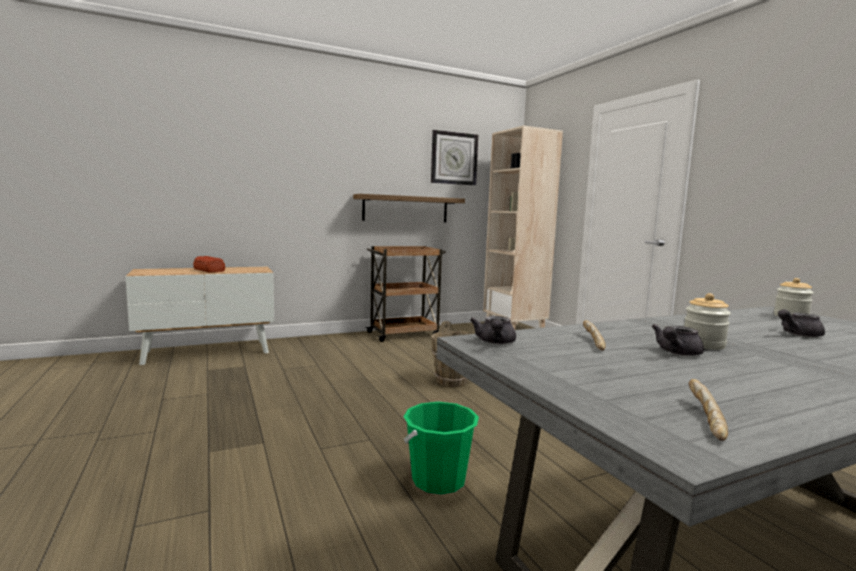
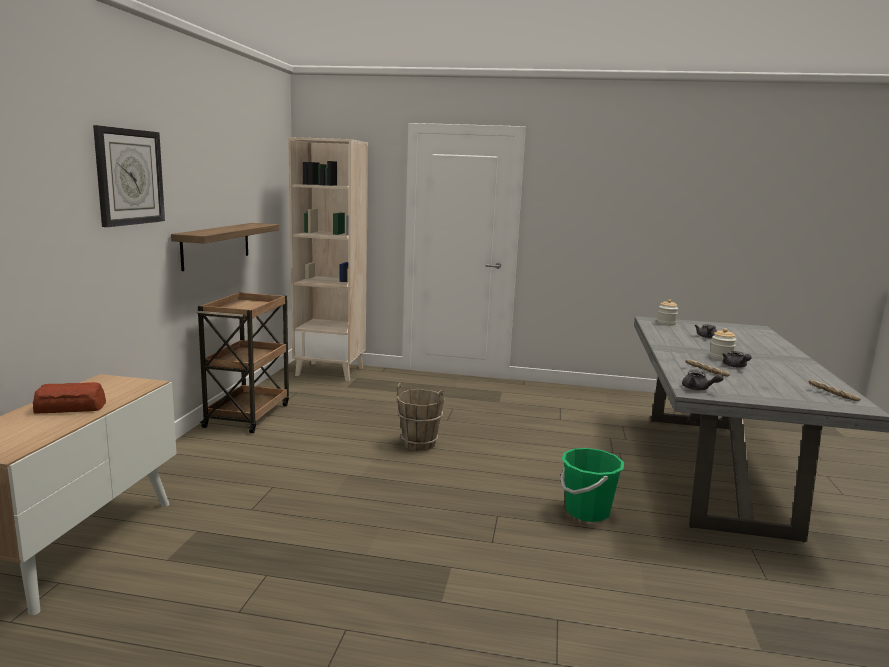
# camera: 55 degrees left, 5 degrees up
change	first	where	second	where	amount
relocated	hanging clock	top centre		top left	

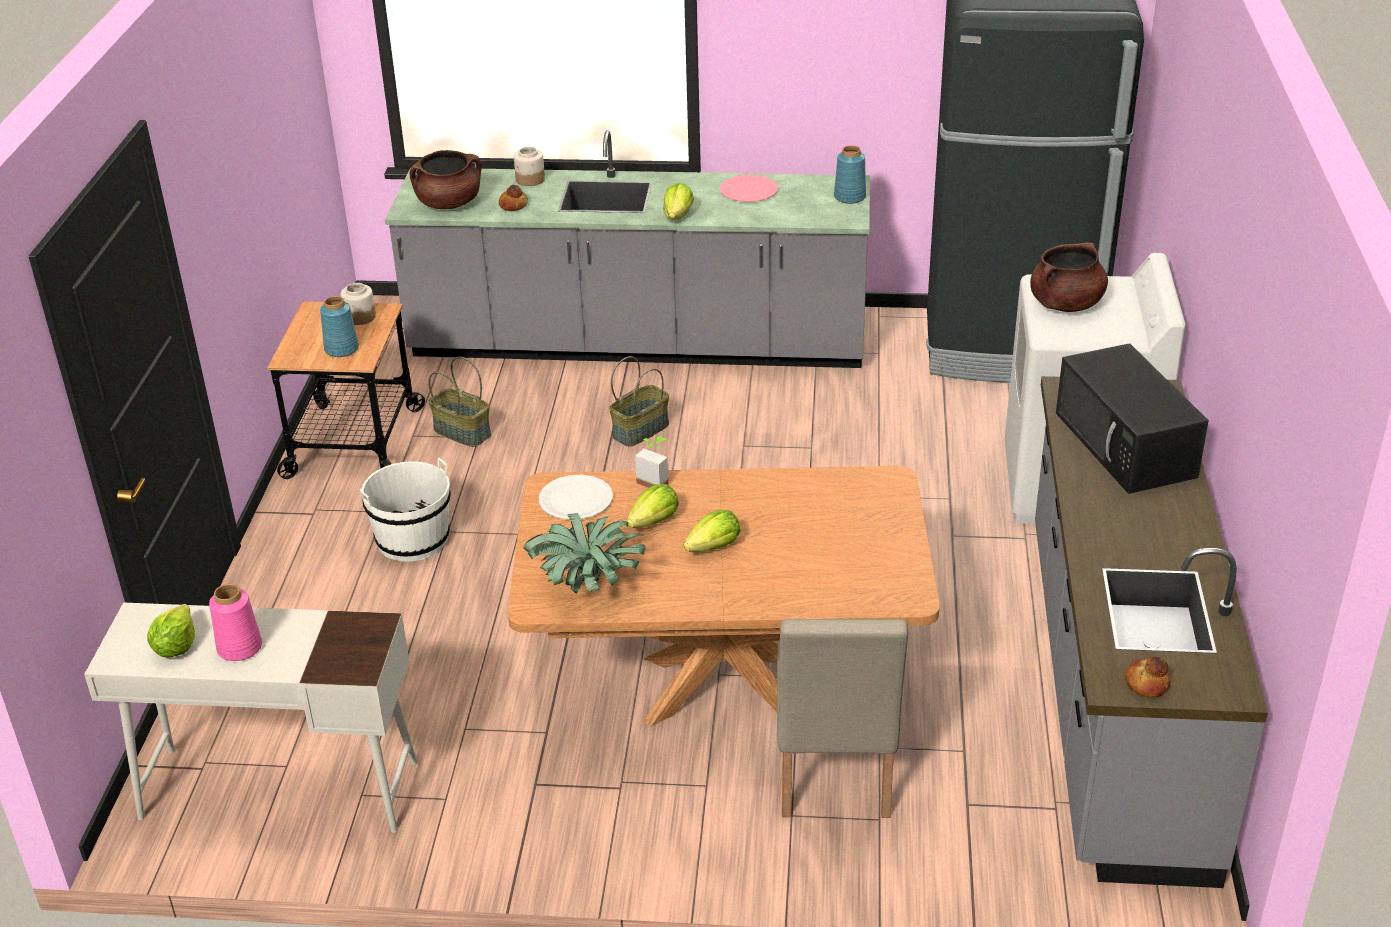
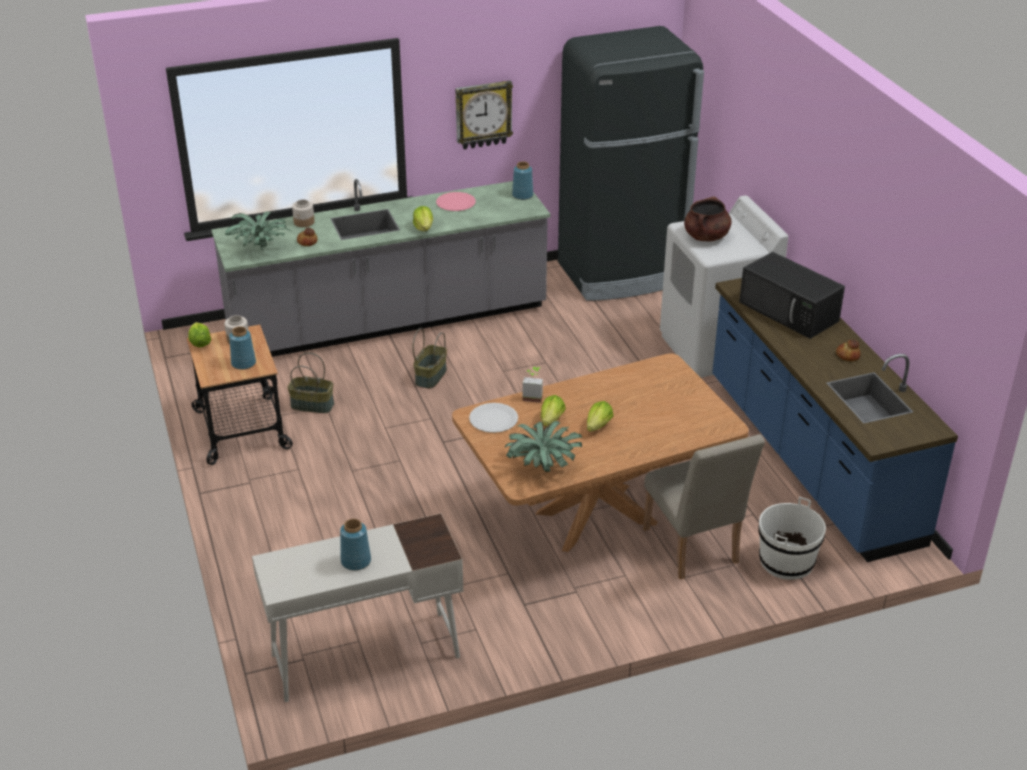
# camera: 25 degrees left, 0 degrees up
change	first	where	second	where	amount
relocated	lettuce head (no. 1 from left)	bottom left		middle left	
colour	pinkish vase	bottom left	bluish vase (no. 2 from left)	bottom centre	
relocated	white-coloured water bucket	middle left		bottom right	
exchanged	brownish stockpot (no. 1 from left)	top left	houseplant (no. 1 from left)	top left	
colour	gray kitchen base unit (no. 2 from left)	bottom right	bluish kitchen base unit	middle right	
relocated	baked bread (no. 2 from left)	bottom right		middle right	
appeared			hanging clock	top centre	

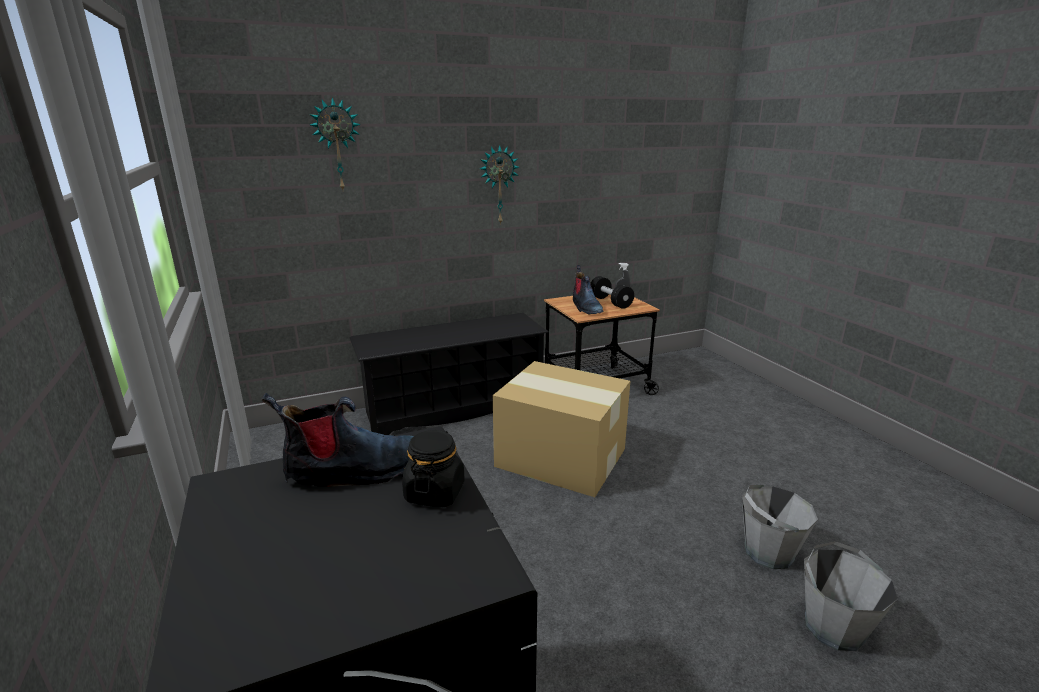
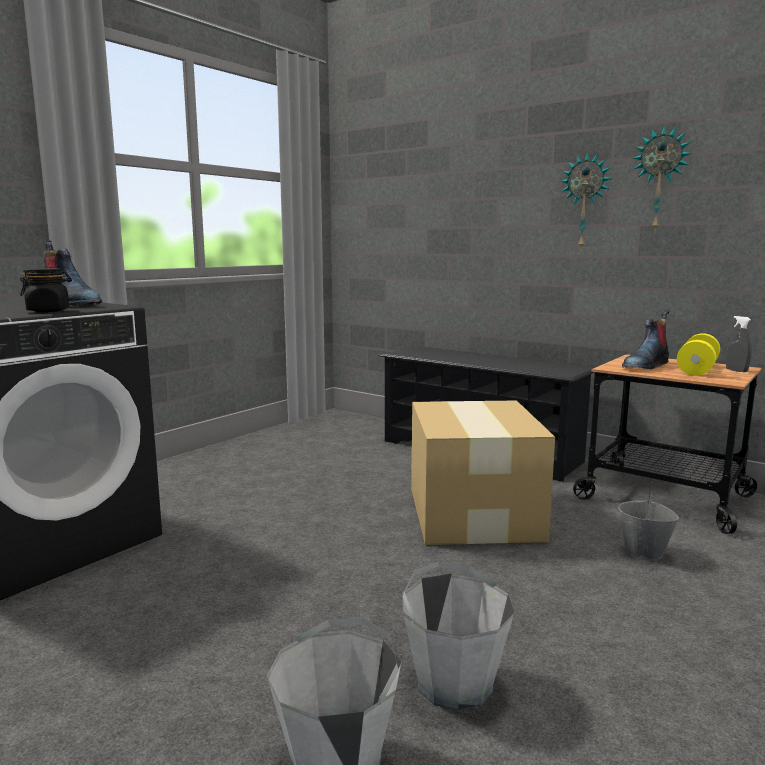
# camera: 60 degrees right, 10 degrees down
change	first	where	second	where	amount
relocated	hanging clock (no. 1 from left in the first image)	top left	hanging clock (no. 2 from left)	top right	
colour	black free weight	centre	yellowish free weight	middle right	
appeared			gray water bucket (no. 3 from left)	bottom right	

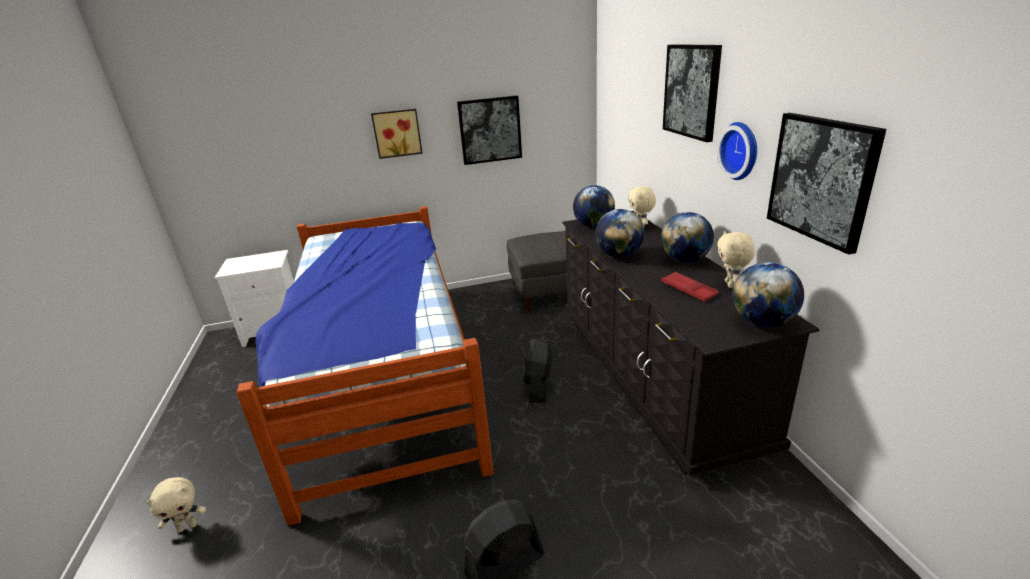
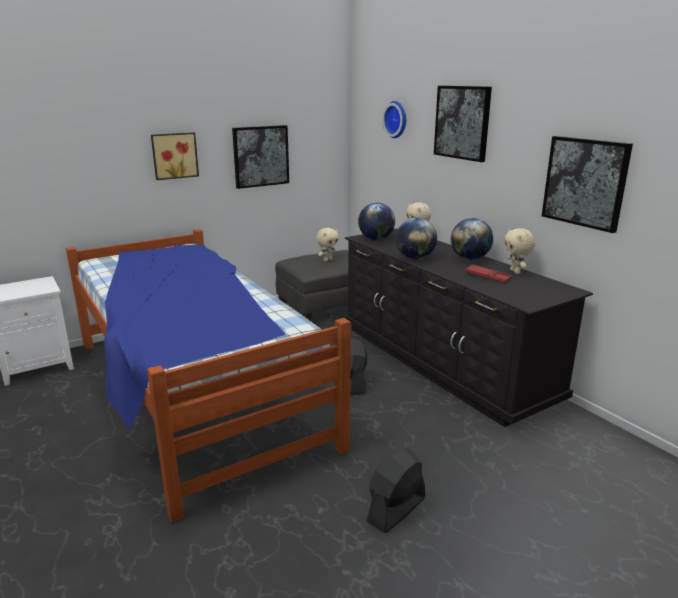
# camera: 20 degrees left, 5 degrees down
change	first	where	second	where	amount
relocated	beige-coloured soft toy (no. 1 from left)	bottom left		centre	
relocated	hanging clock	top right		top centre	
missing	desk globe (no. 4 from left)	middle right			

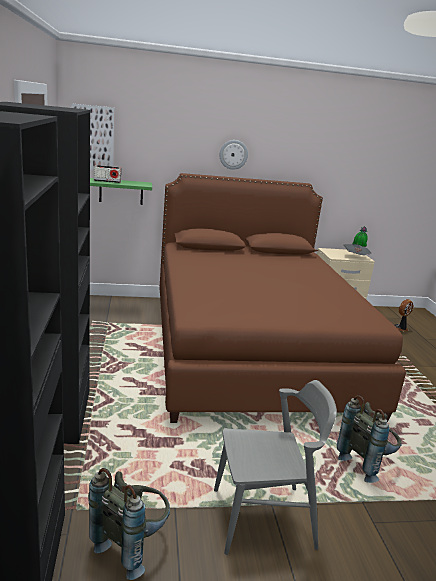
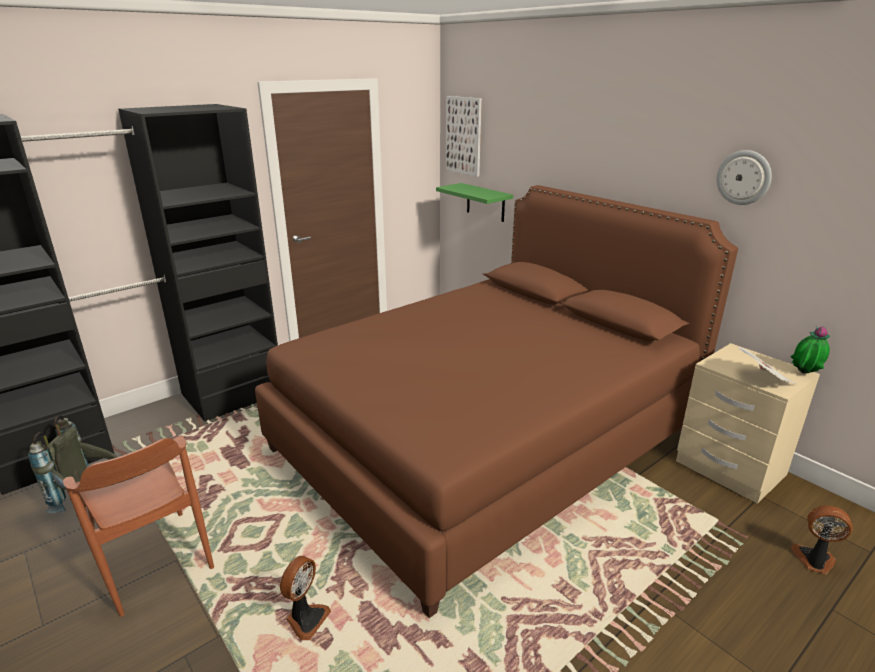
# camera: 60 degrees right, 5 degrees up
change	first	where	second	where	amount
missing	radio	top left			
colour	gray chair	bottom centre	brownish chair	bottom left	
relocated	hanging clock	top centre		top right	
exchanged	gray rucksack (no. 2 from left)	bottom right	fan (no. 1 from left)	bottom centre	

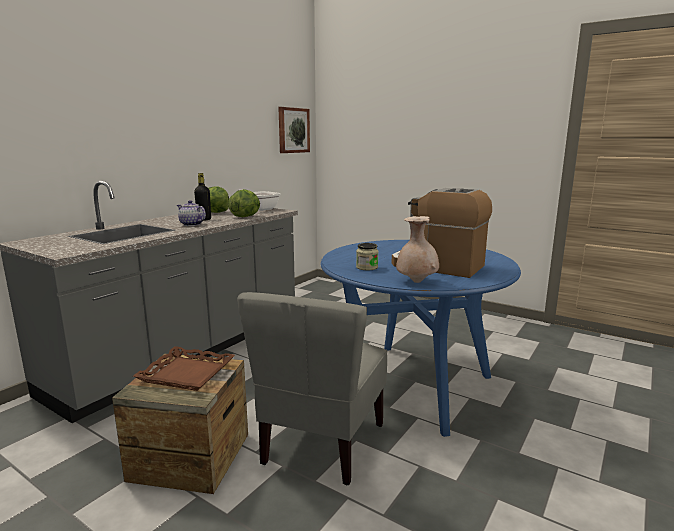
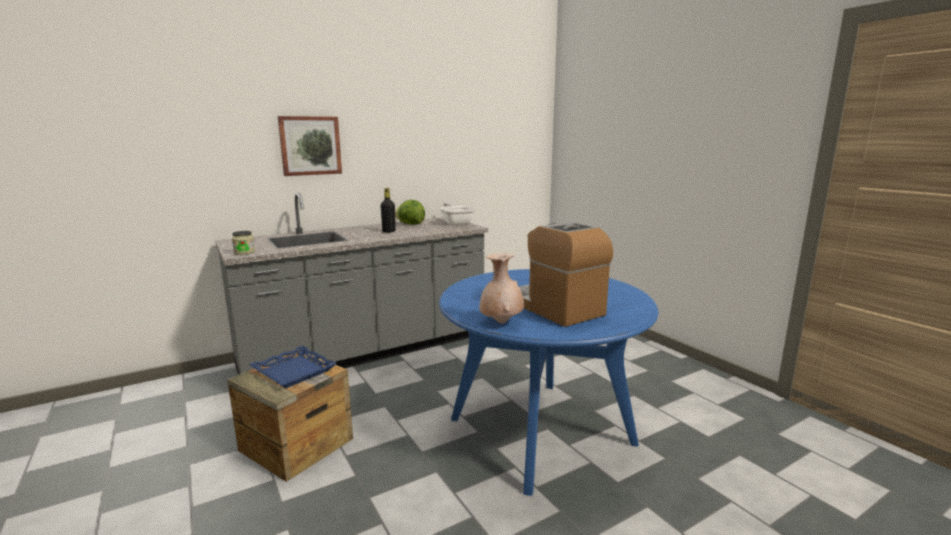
# camera: 25 degrees right, 0 degrees up
change	first	where	second	where	amount
colour	brownish serving tray	bottom left	bluish serving tray	bottom left	
missing	tea pot	middle left			
missing	lettuce head (no. 2 from left)	centre			
missing	gray chair	bottom centre			
relocated	wall picture	top centre		top left	
relocated	jar	centre		middle left	

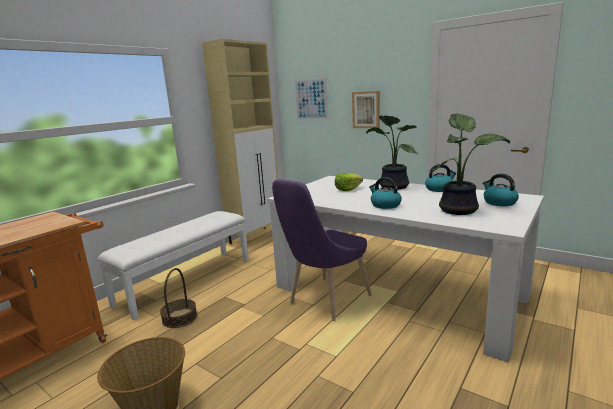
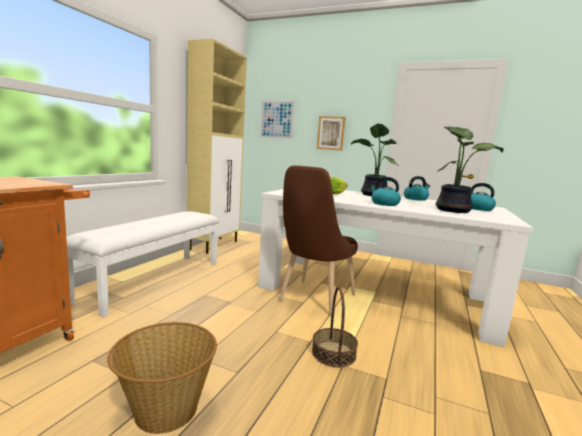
# camera: 15 degrees left, 5 degrees down
change	first	where	second	where	amount
relocated	storage basket (no. 2 from left)	bottom left		bottom centre	
colour	purplish chair	centre	brownish chair	centre	

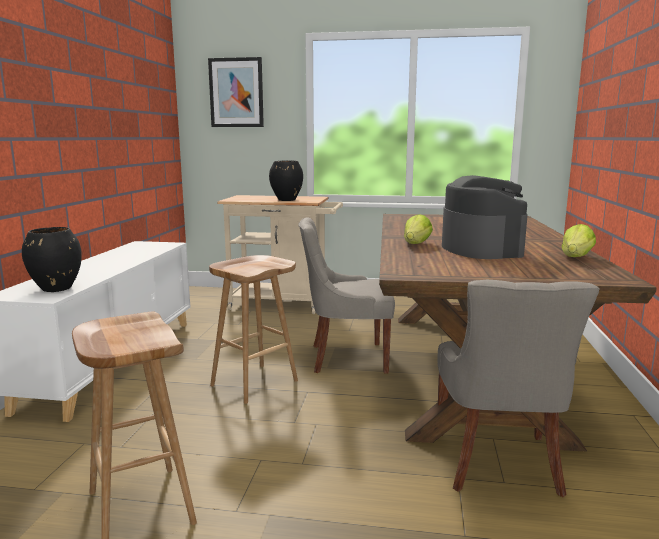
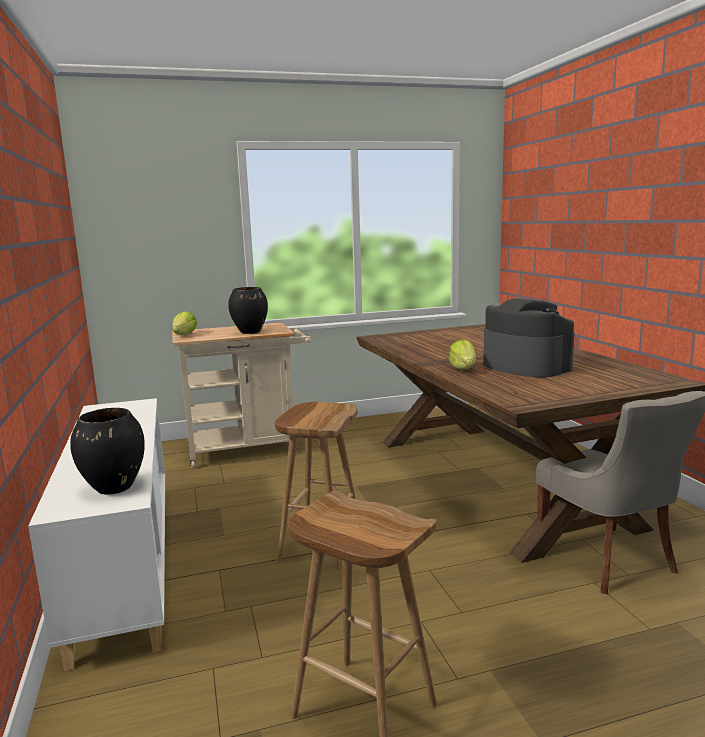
# camera: 25 degrees left, 0 degrees up
change	first	where	second	where	amount
missing	wall picture	top centre			
missing	gray chair (no. 1 from left)	centre			
relocated	lettuce head (no. 2 from left in the first image)	middle right	lettuce head (no. 1 from left)	middle left	

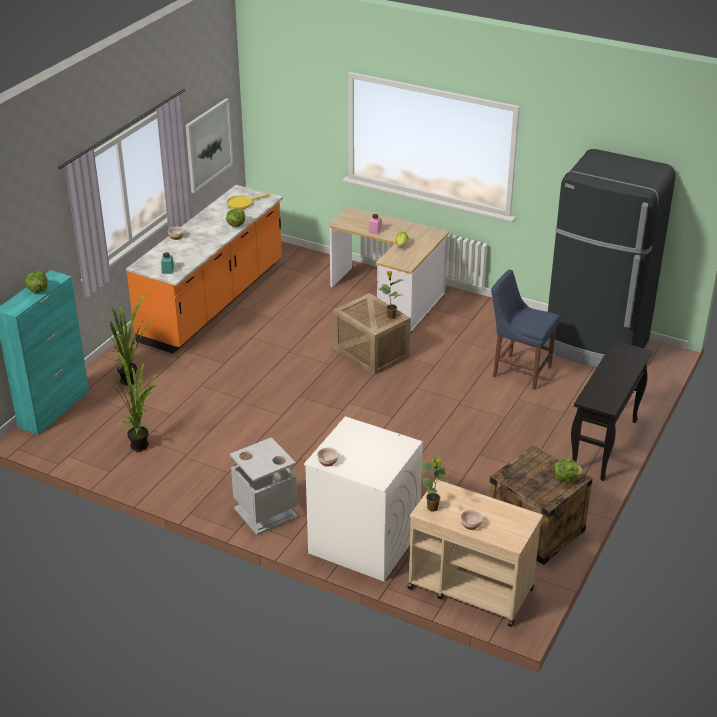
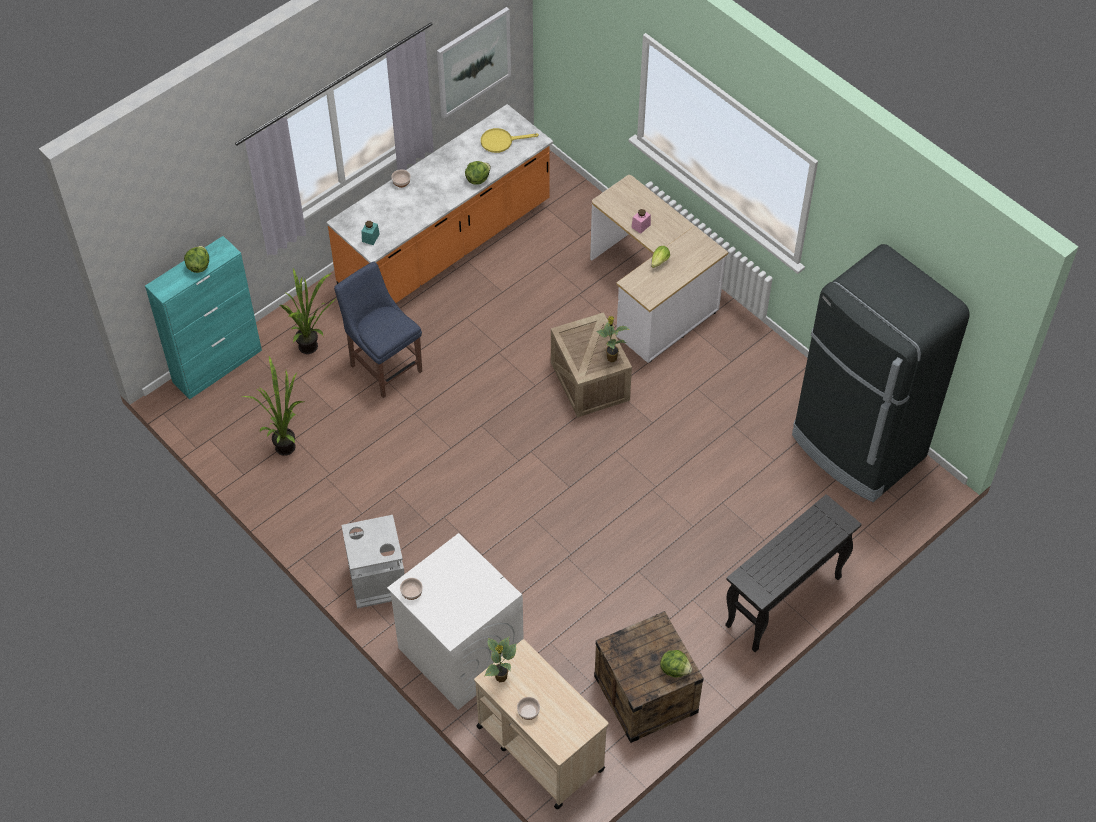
# camera: 20 degrees right, 20 degrees up
change	first	where	second	where	amount
relocated	bluish chair	middle right		centre	

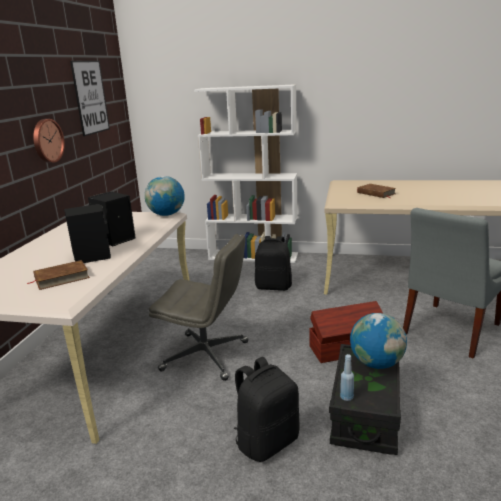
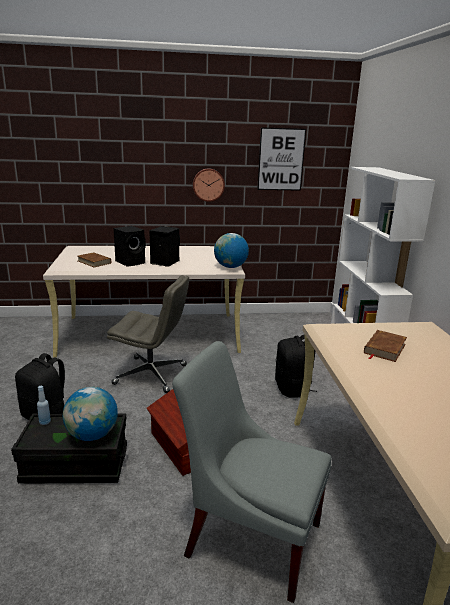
# camera: 70 degrees right, 0 degrees up
change	first	where	second	where	amount
spun	gray desk chair	centre		middle left	75 degrees counterclockwise

